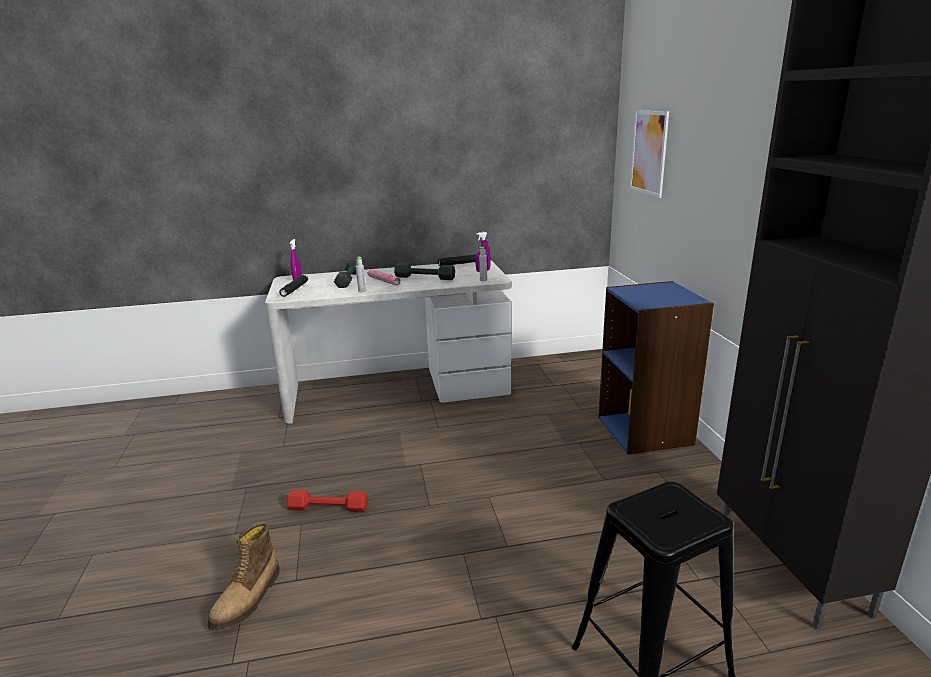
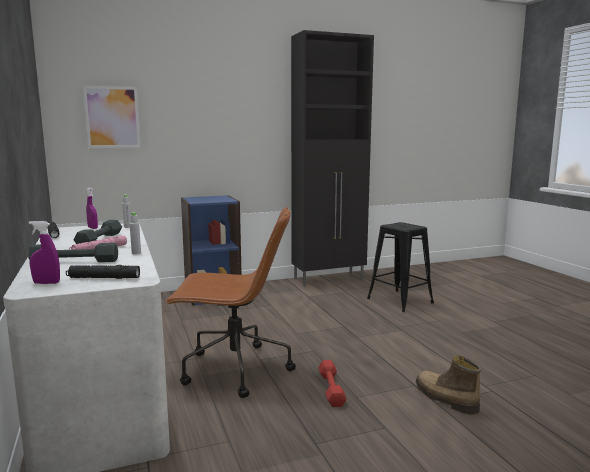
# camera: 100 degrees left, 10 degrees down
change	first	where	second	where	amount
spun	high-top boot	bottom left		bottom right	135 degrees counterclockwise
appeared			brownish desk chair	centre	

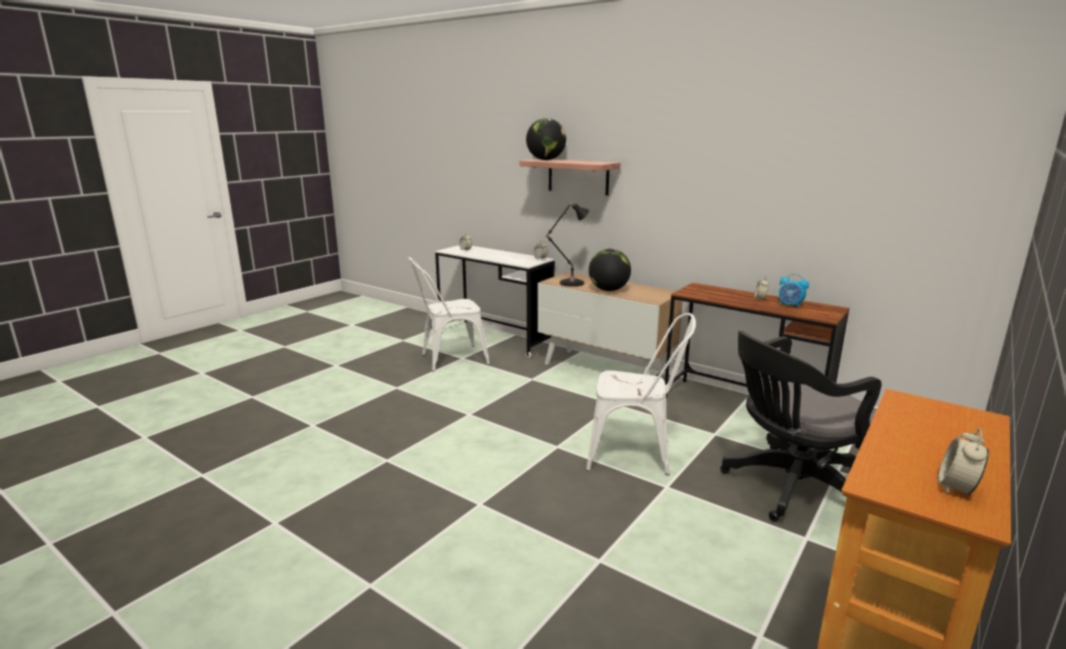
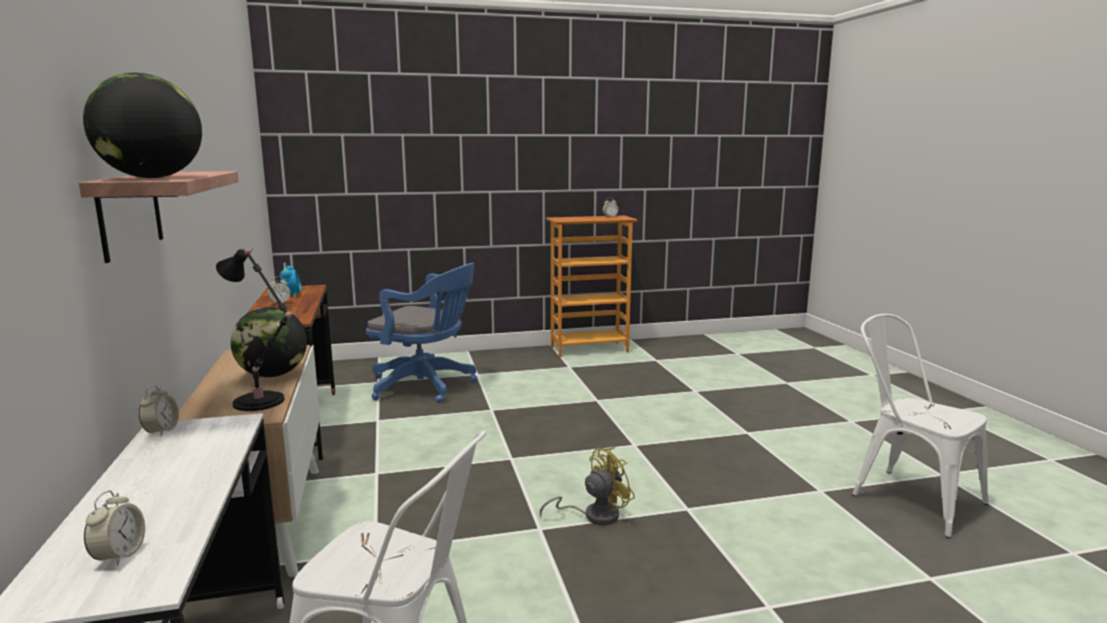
# camera: 140 degrees left, 5 degrees down
change	first	where	second	where	amount
relocated	white-coloured chair (no. 2 from left)	centre		bottom right	
colour	black desk chair	middle right	bluish desk chair	centre	
appeared			yellowish fan	bottom centre	

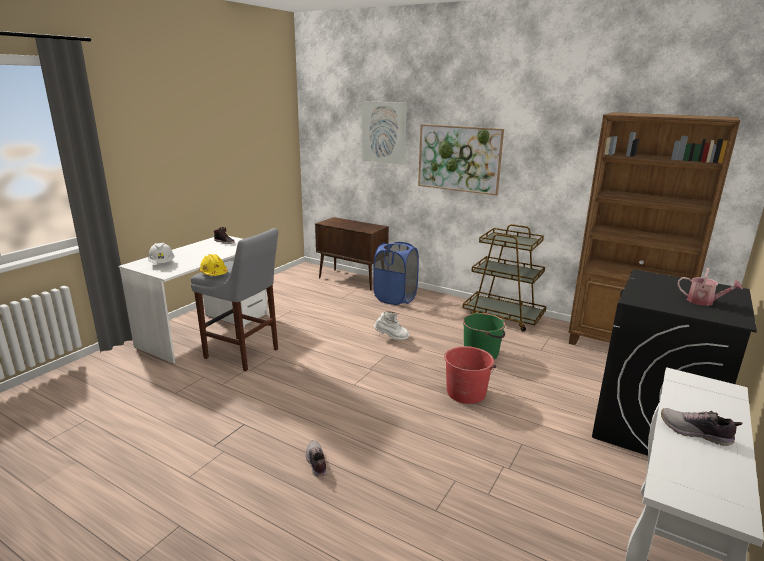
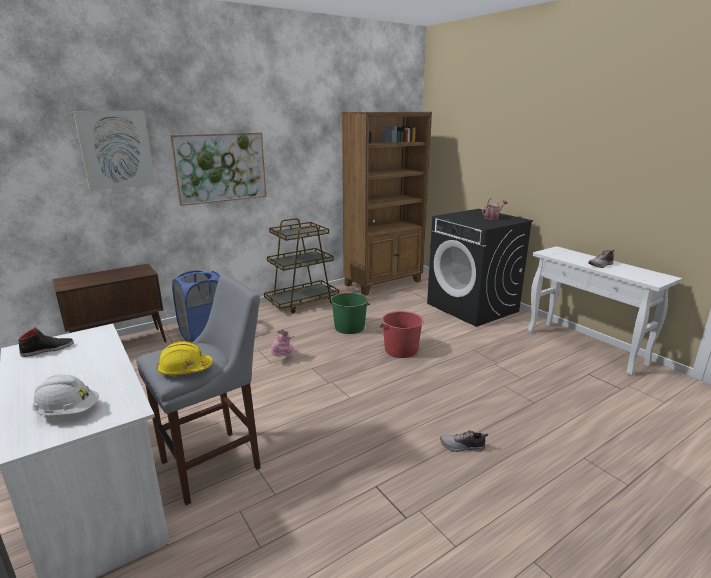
# camera: 65 degrees left, 0 degrees up
change	first	where	second	where	amount
colour	white-coloured high-top boot	centre	pinkish high-top boot	centre	

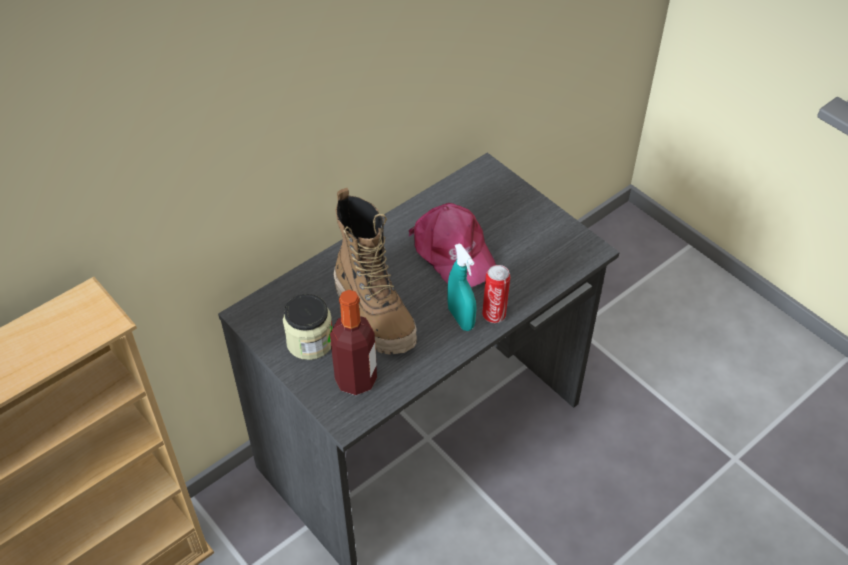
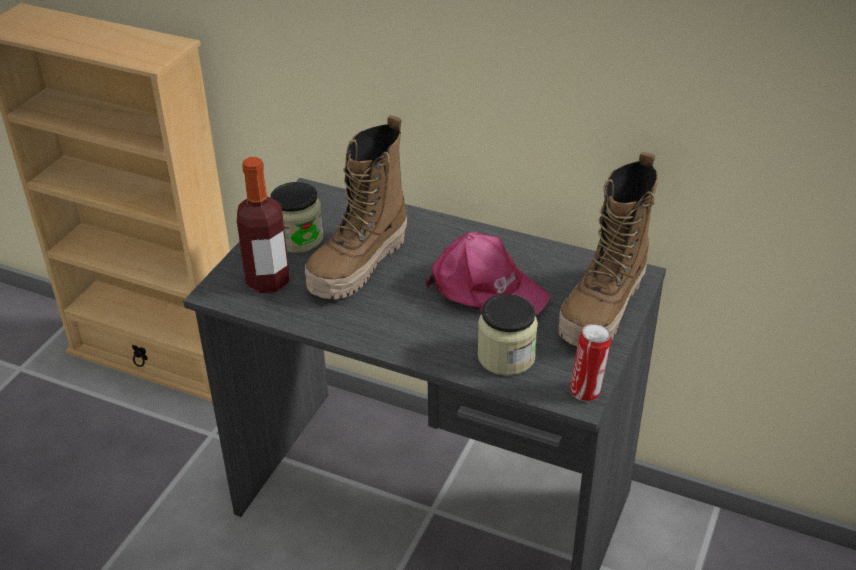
# camera: 65 degrees right, 10 degrees down
change	first	where	second	where	amount
spun	pinkish baseball cap	centre		centre	90 degrees counterclockwise
missing	blue-green spray bottle	centre			
relocated	can	centre		middle right	
appeared			jar (no. 2 from left)	centre	
appeared			high-top boot (no. 2 from left)	middle right	

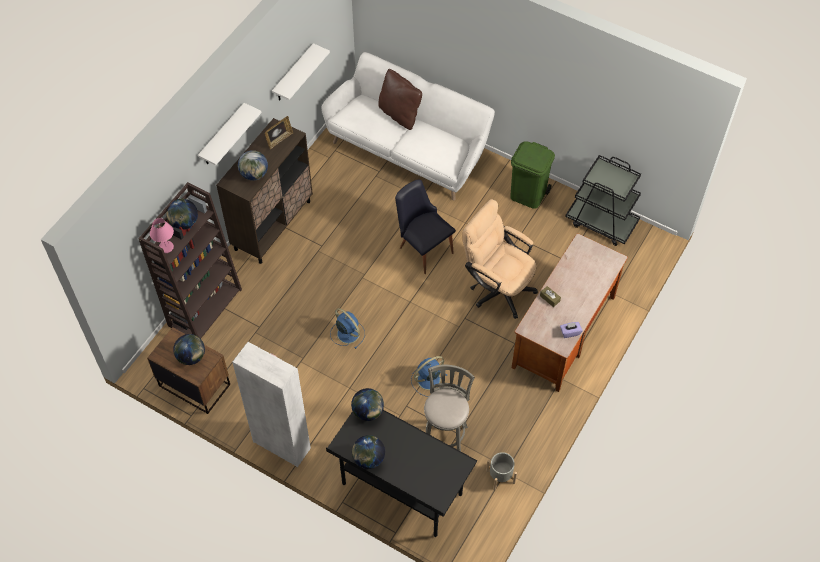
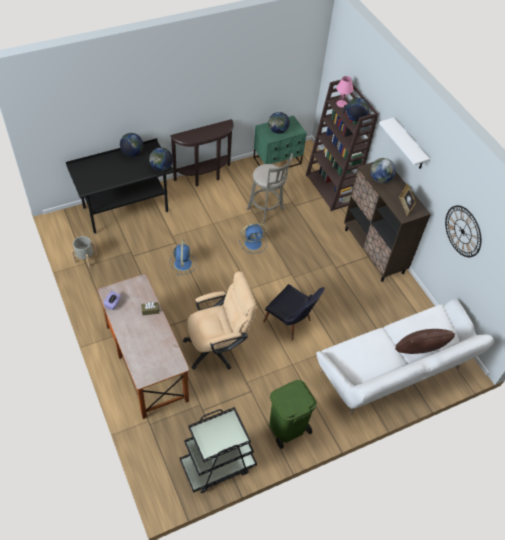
# camera: 120 degrees right, 5 degrees down
change	first	where	second	where	amount
colour	brownish bedside table	middle left	green bedside table	top centre	
exchanged	white-coloured cabinet	bottom left	brownish hall table	top centre	
exchanged	white-coloured bracket shelf (no. 2 from left)	top centre	hanging clock	middle right	
spun	black chair	centre		centre	45 degrees clockwise
relocated	gray sitting stool	bottom centre		centre	

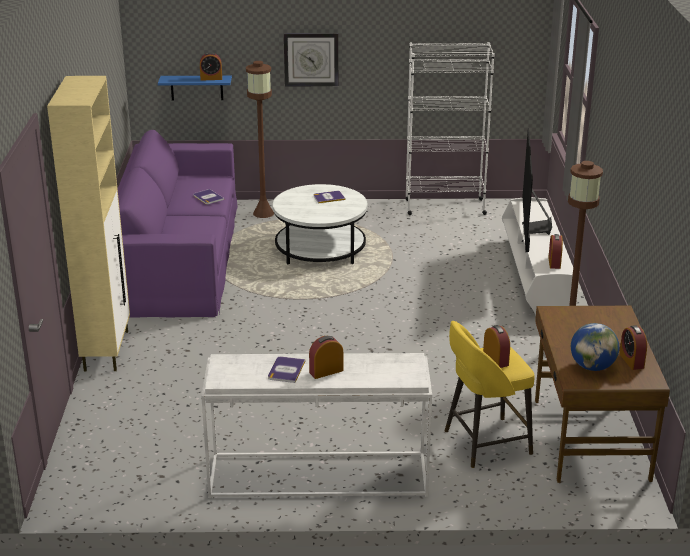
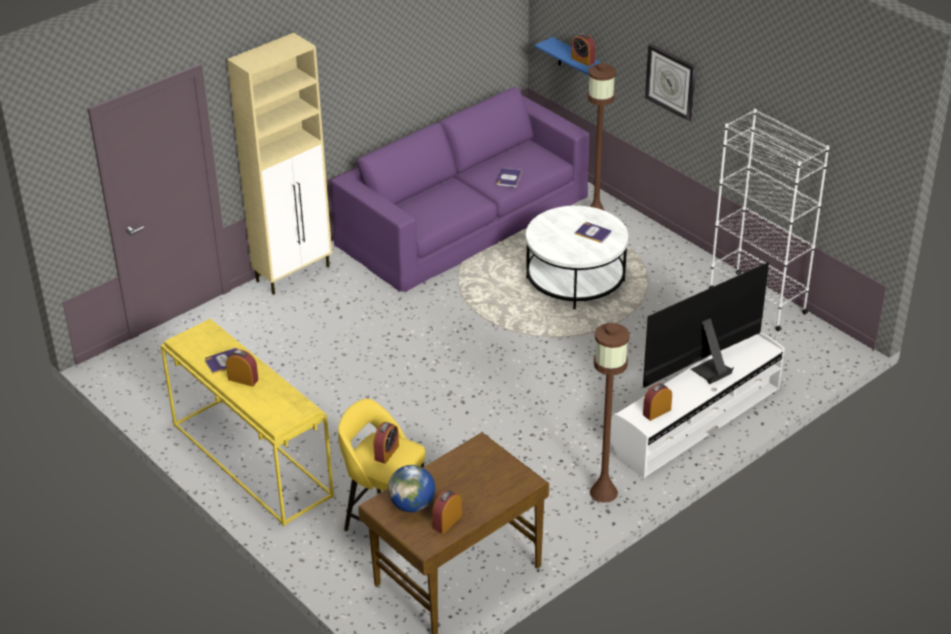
# camera: 50 degrees right, 10 degrees up
change	first	where	second	where	amount
colour	white-coloured hall table	bottom centre	yellowish hall table	middle left	

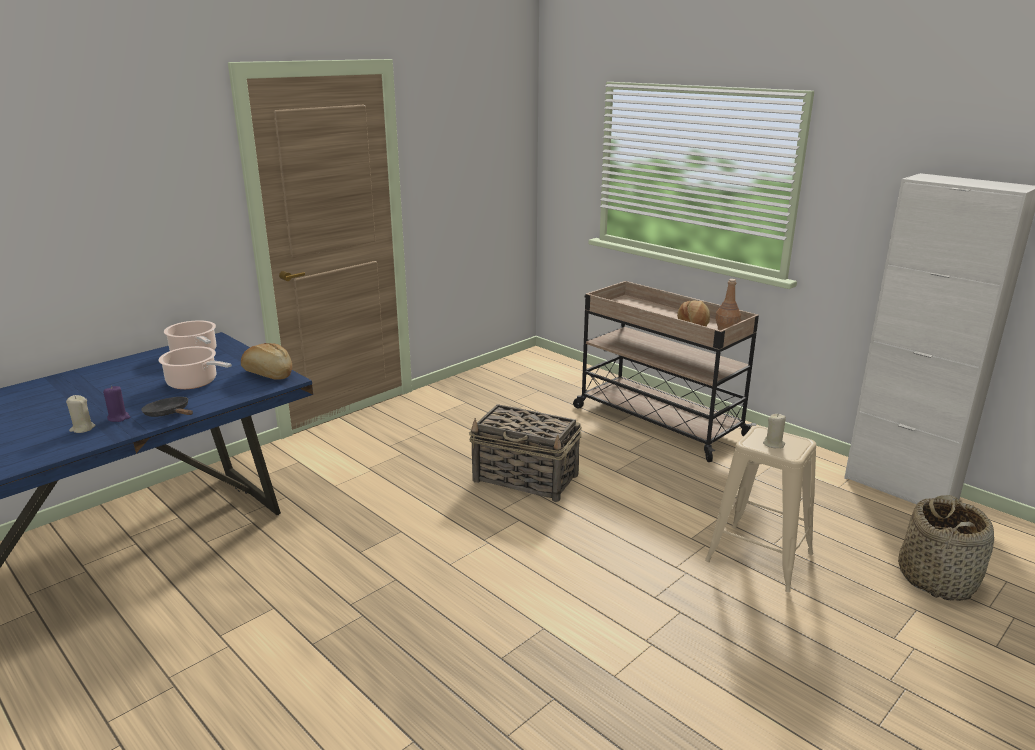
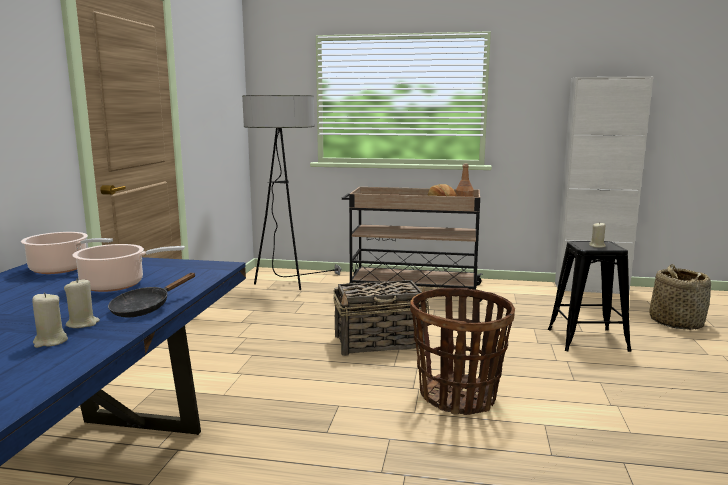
# camera: 35 degrees left, 10 degrees down
change	first	where	second	where	amount
colour	purplish wax candle	middle left	beige-coloured wax candle (no. 2 from left)	middle left	
spun	black pan	middle left		middle left	60 degrees counterclockwise
missing	baked bread (no. 1 from left)	middle left			
colour	beige-coloured sitting stool	bottom right	black sitting stool	middle right	
appeared			standing lamp	centre	
appeared			storage basket (no. 2 from left)	bottom centre	

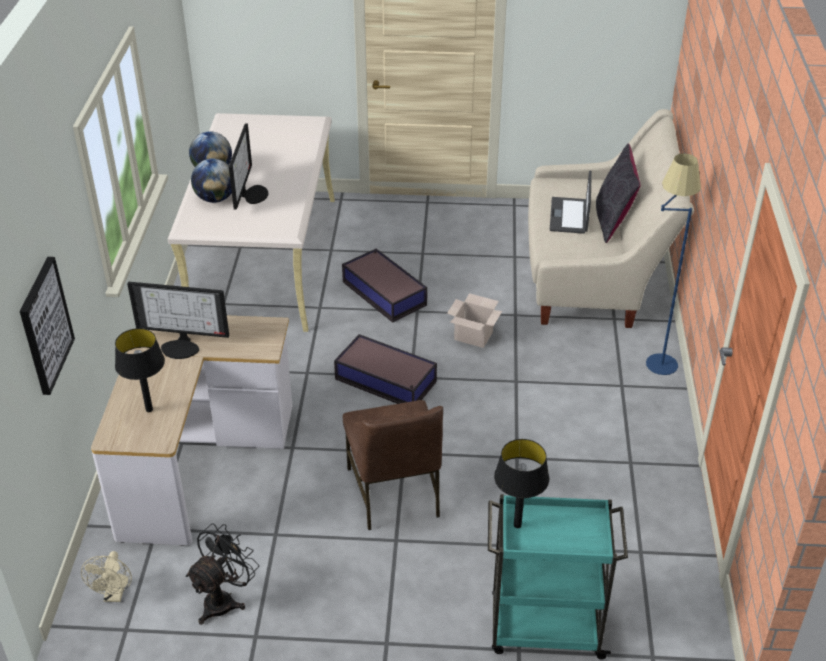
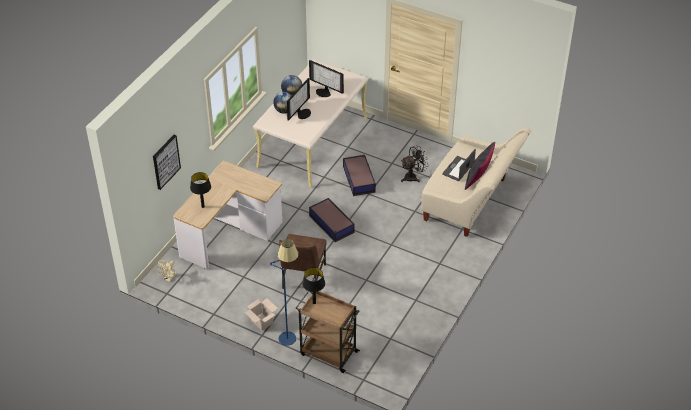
# camera: 25 degrees right, 5 degrees up
change	first	where	second	where	amount
relocated	monitor (no. 1 from left in the first image)	middle left	monitor (no. 2 from left)	top centre	
relocated	black fan	bottom left		centre	
relocated	packing box	centre		bottom centre	
colour	blue-green wheeled cart	bottom right	brownish wheeled cart	bottom centre	
relocated	bluish standing lamp	middle right		bottom centre	

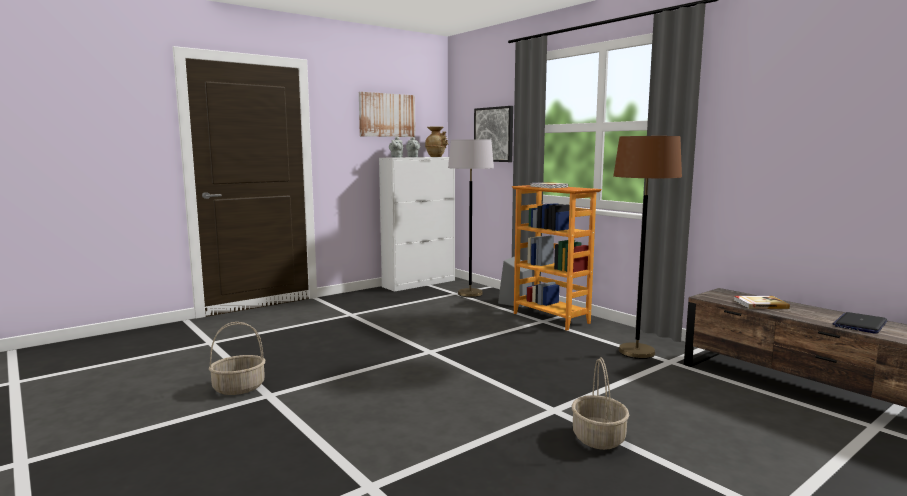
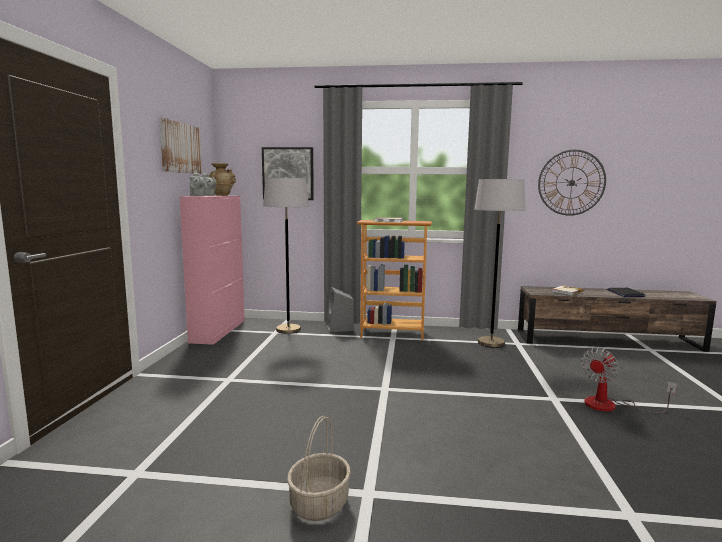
# camera: 45 degrees left, 0 degrees up
change	first	where	second	where	amount
colour	white-coloured cabinet	centre	pinkish cabinet	middle left	
exchanged	storage basket (no. 2 from left)	bottom centre	fan	bottom right	
colour	brownish standing lamp	middle right	gray standing lamp (no. 2 from left)	middle right	
appeared			hanging clock	middle right	

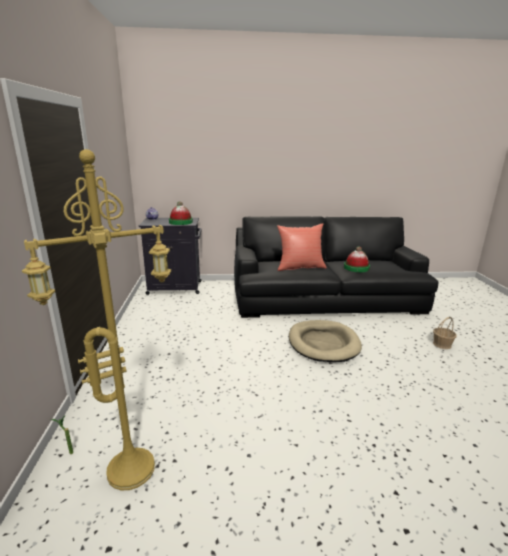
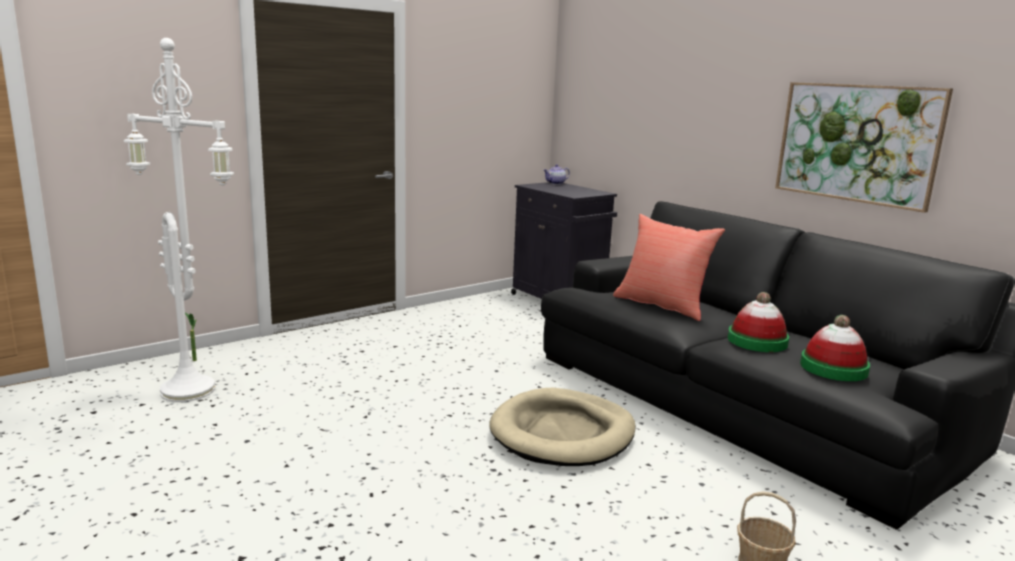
# camera: 55 degrees right, 5 degrees down
change	first	where	second	where	amount
colour	yellowish standing lamp	middle left	white-coloured standing lamp	middle left	
relocated	hat (no. 1 from left in the first image)	centre	hat (no. 2 from left)	middle right	
appeared			wall picture	top right	

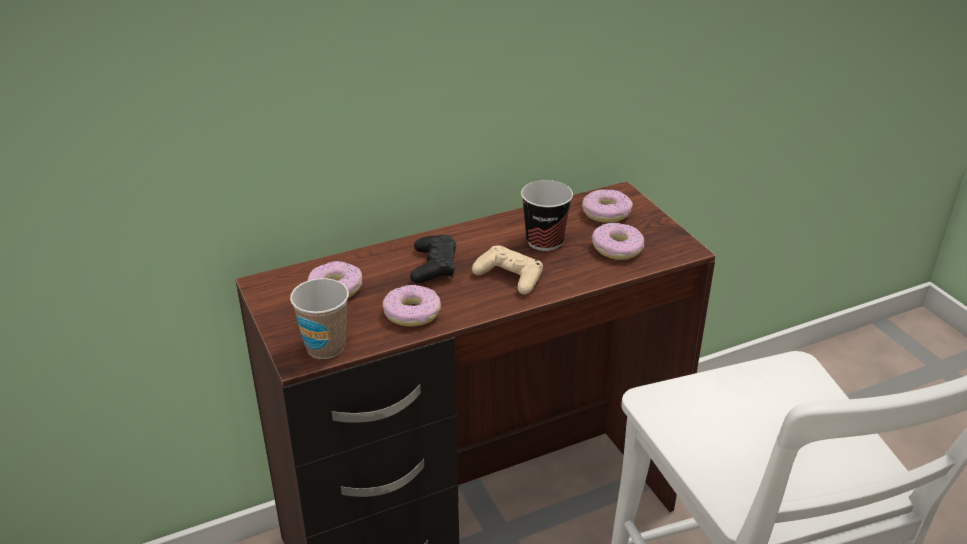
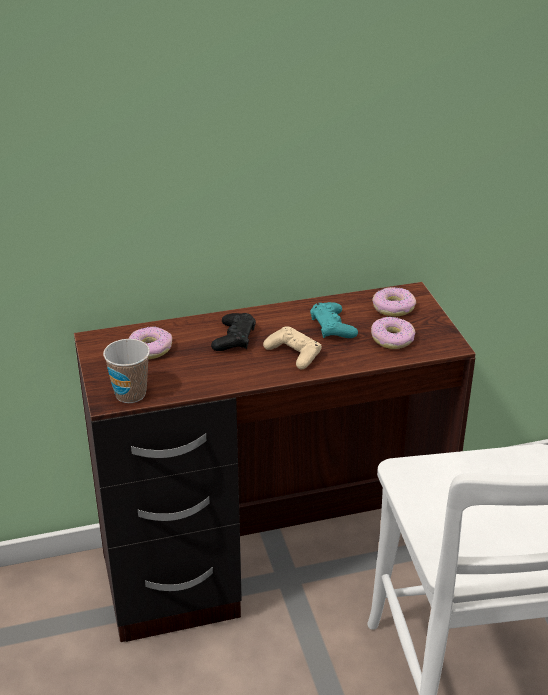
# camera: 10 degrees right, 0 degrees up
change	first	where	second	where	amount
missing	donut (no. 2 from left)	centre			
exchanged	small cup (no. 2 from left)	centre	blue-green gamepad	centre	

